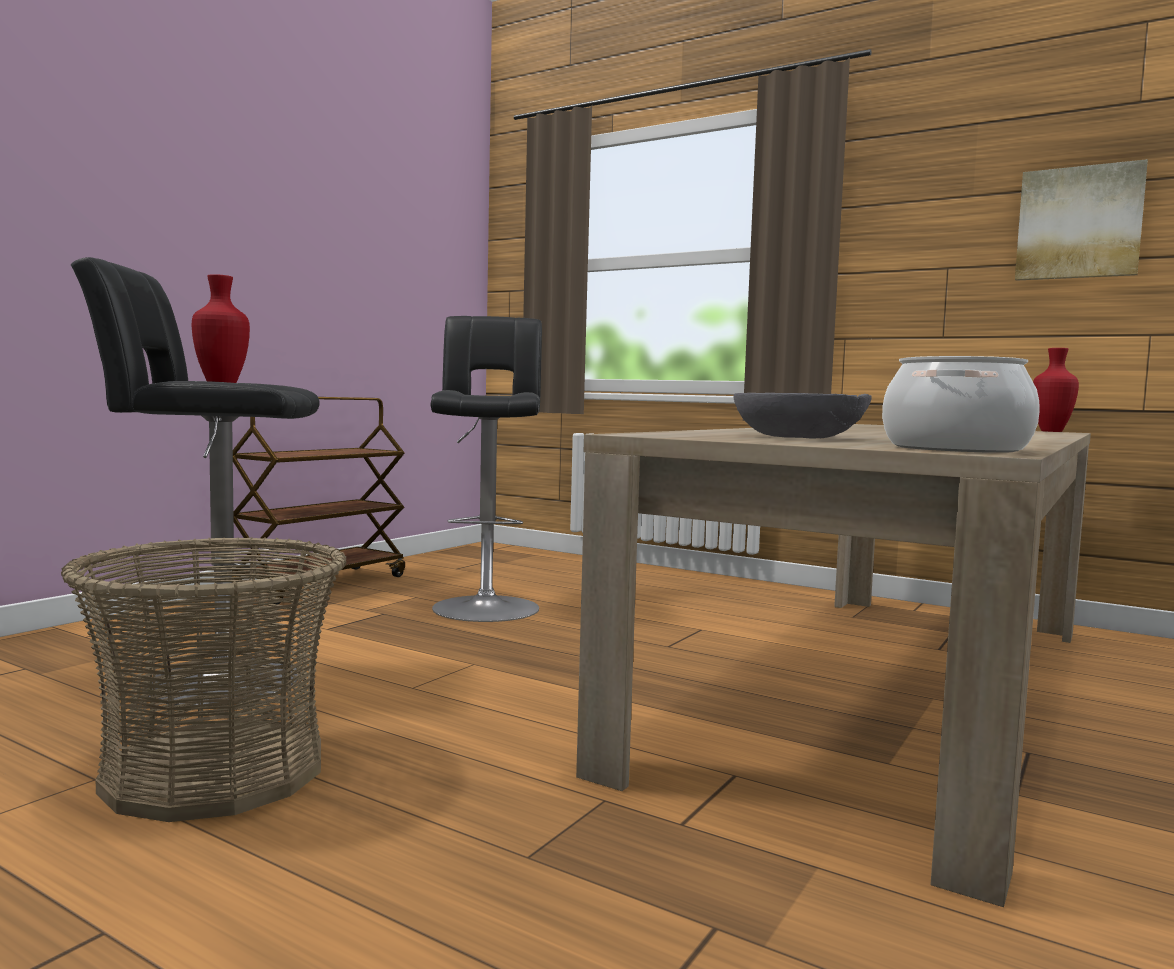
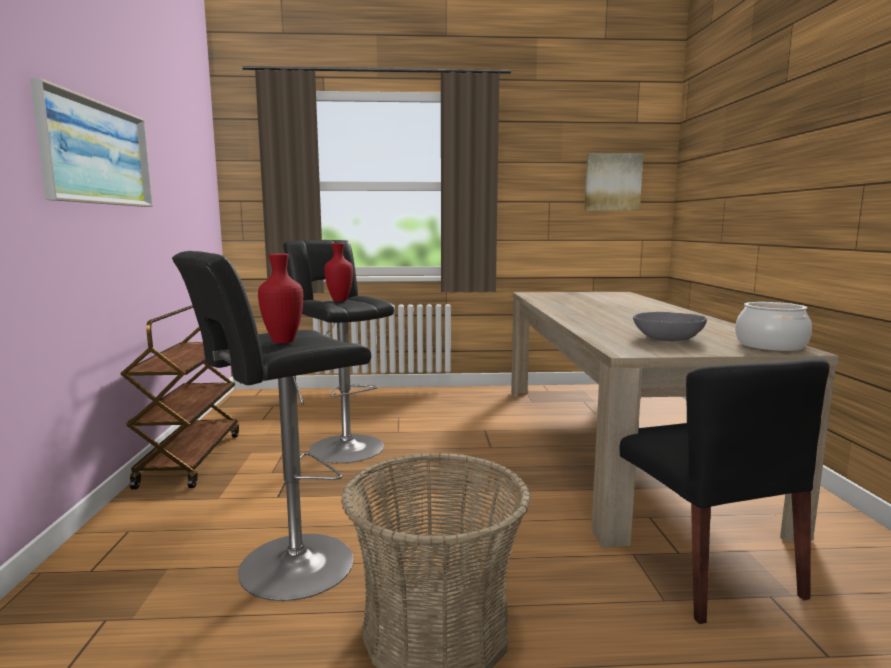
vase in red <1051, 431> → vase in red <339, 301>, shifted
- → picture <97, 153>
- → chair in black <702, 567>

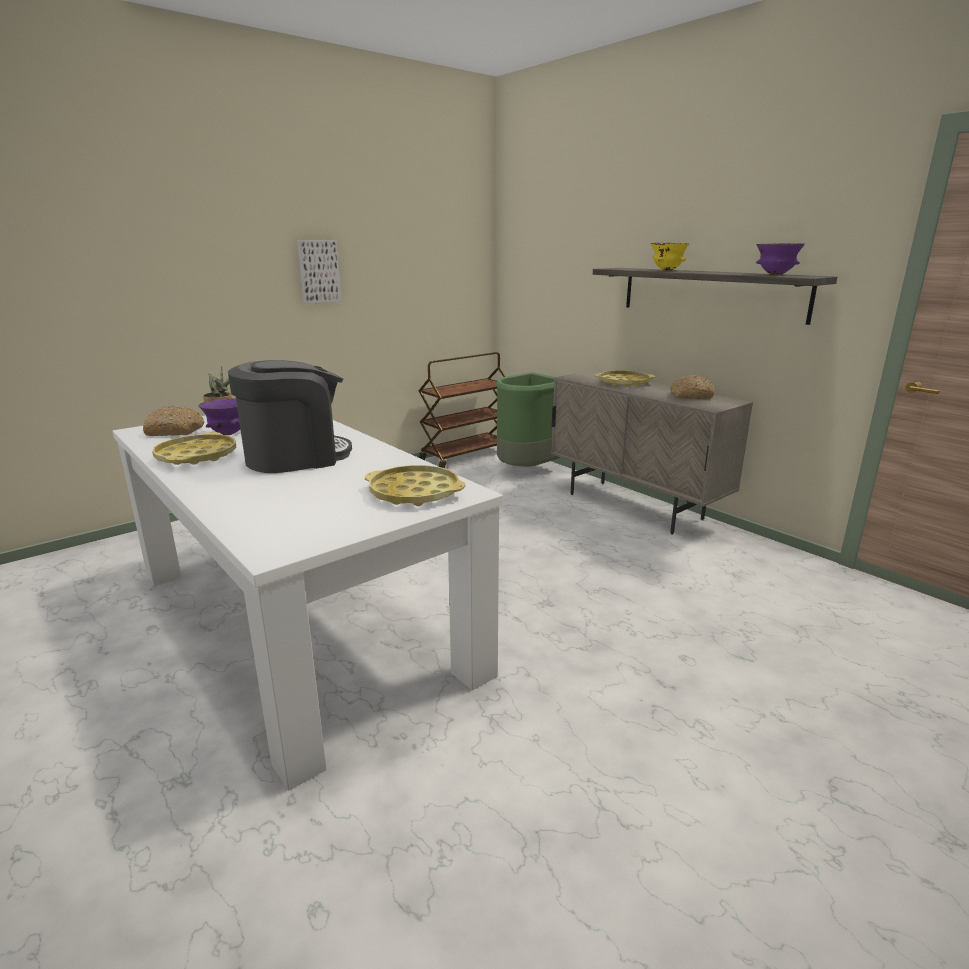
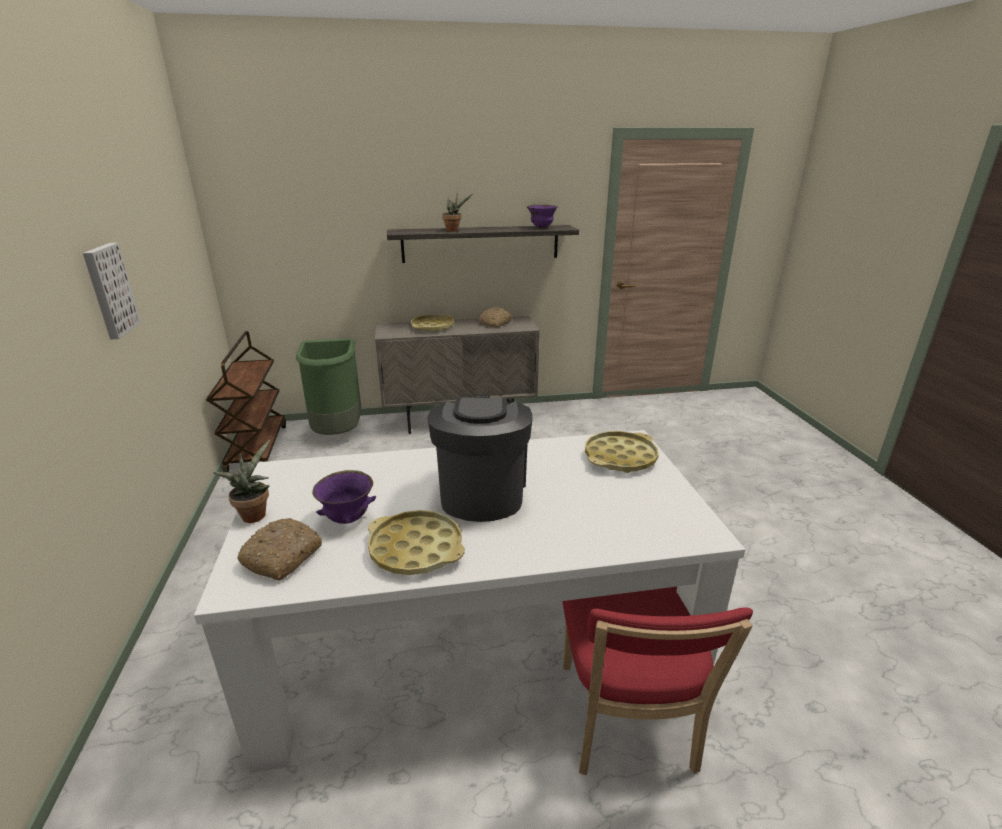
bowl in yellow <666, 270> → potted plant <454, 230>
- → chair in red <627, 723>

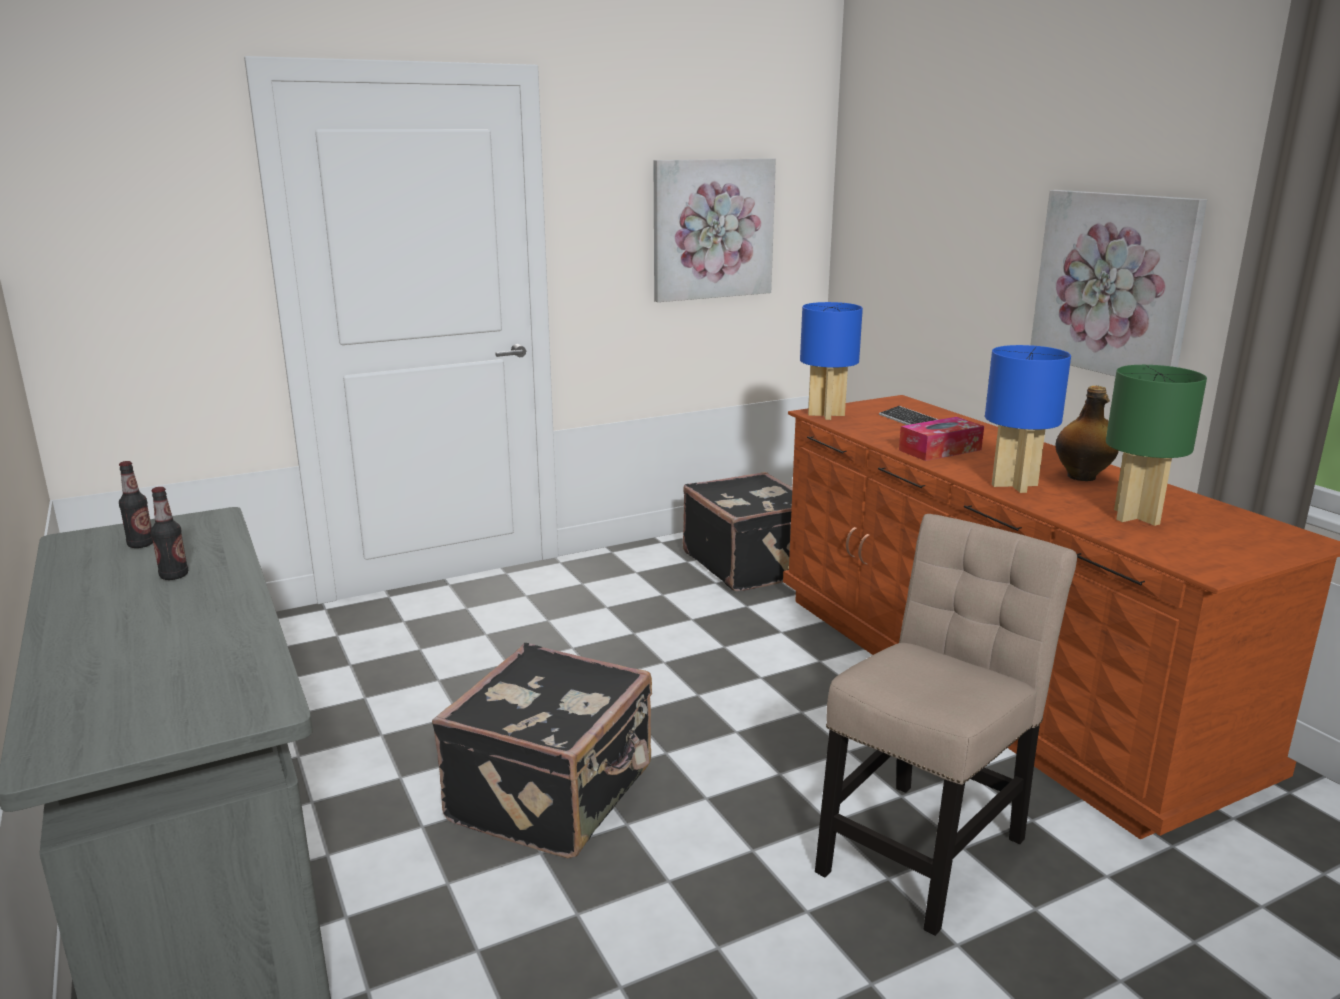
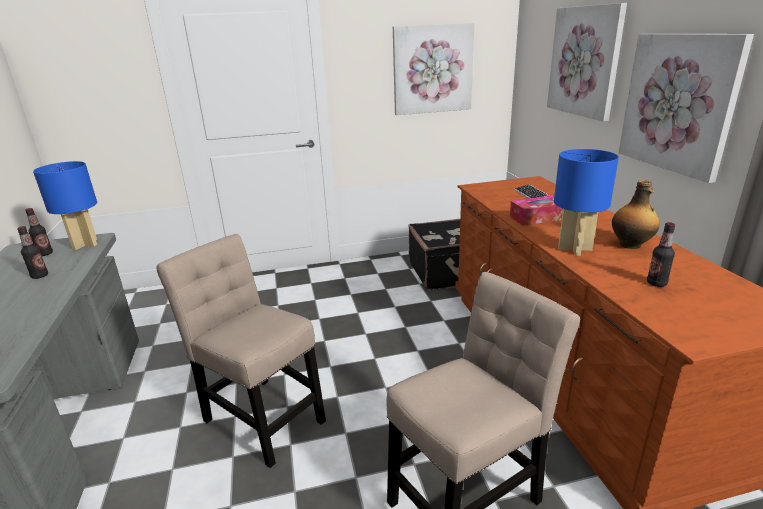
suitcase in black <555, 795> → chair in beige <261, 416>
table lamp in blue <827, 415> → table lamp in blue <85, 244>, shifted
table lamp in green <1137, 517> → bottle <656, 283>
- → picture <585, 61>

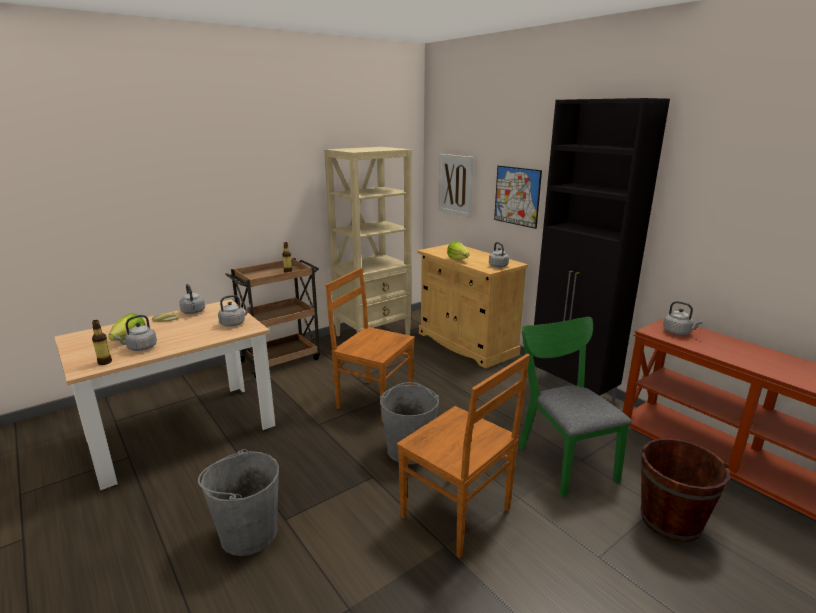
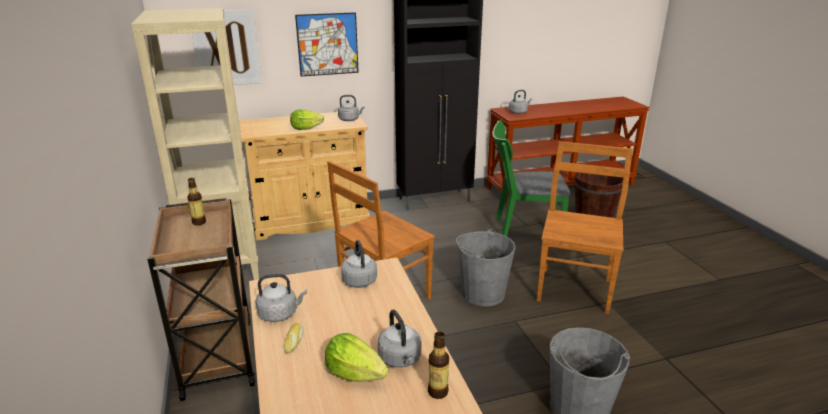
chair in brown <458, 515> → chair in brown <574, 289>, 45 degrees counterclockwise

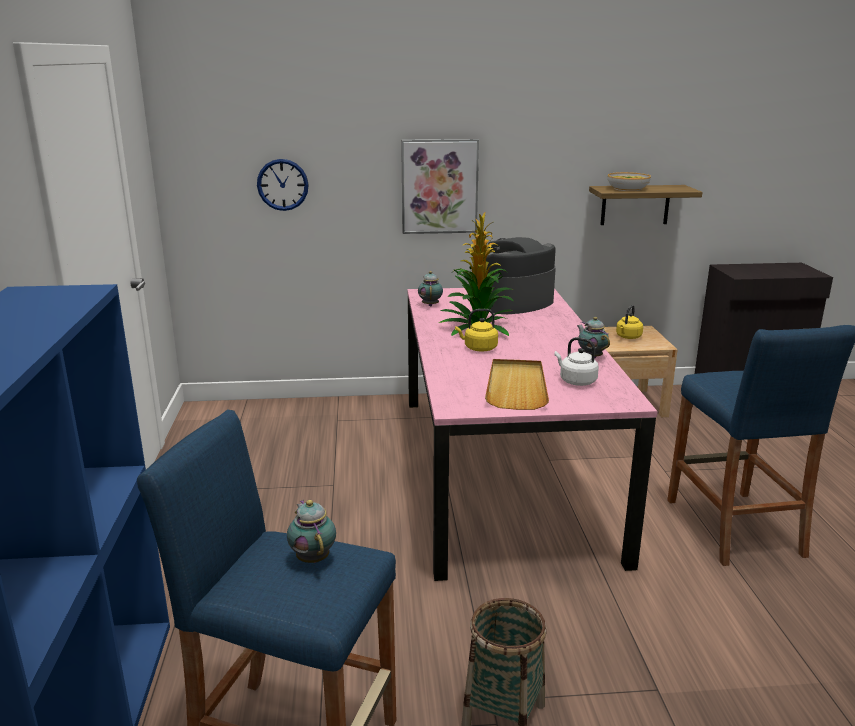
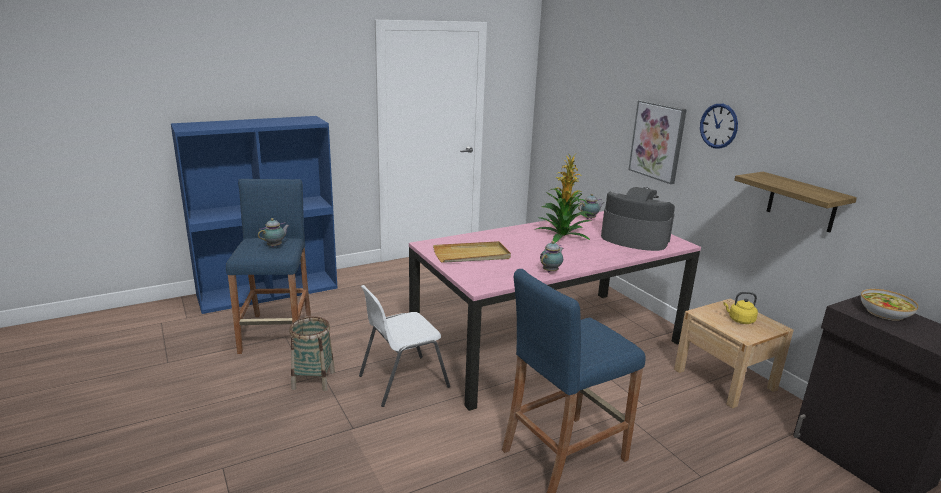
wall clock <282, 184> → wall clock <718, 126>, shifted
kettle in yellow <478, 348> → -
kettle in white <576, 381> → -
bowl <627, 189> → bowl <884, 312>, shifted
- → chair in white <402, 381>

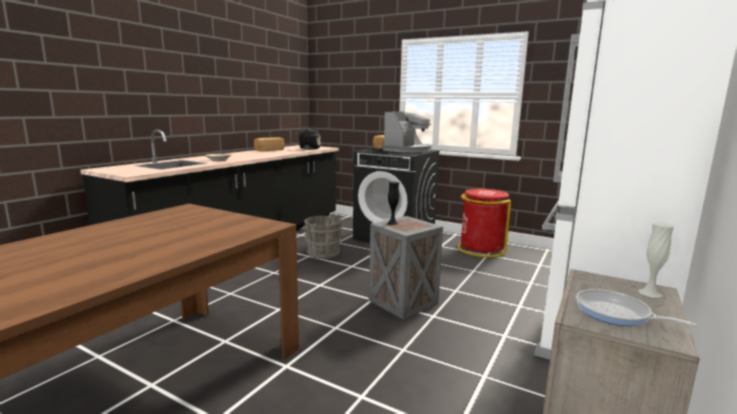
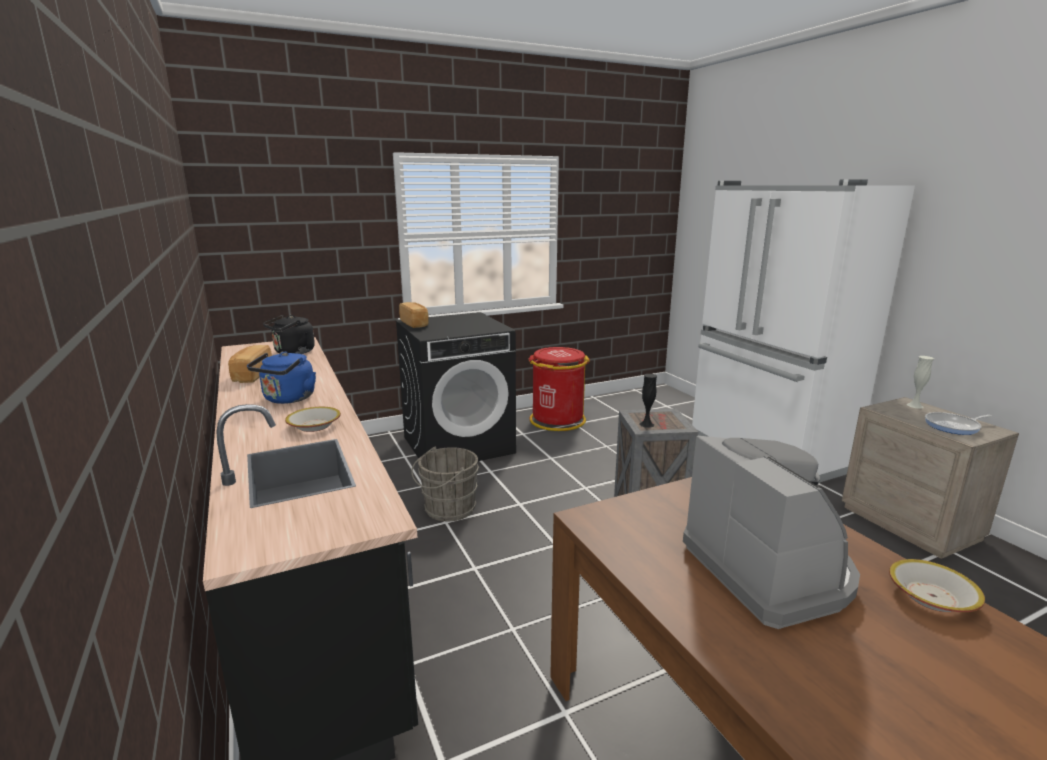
coffee machine <407, 150> → coffee machine <769, 569>, shifted
- → kettle in blue <287, 399>
- → bowl <932, 597>

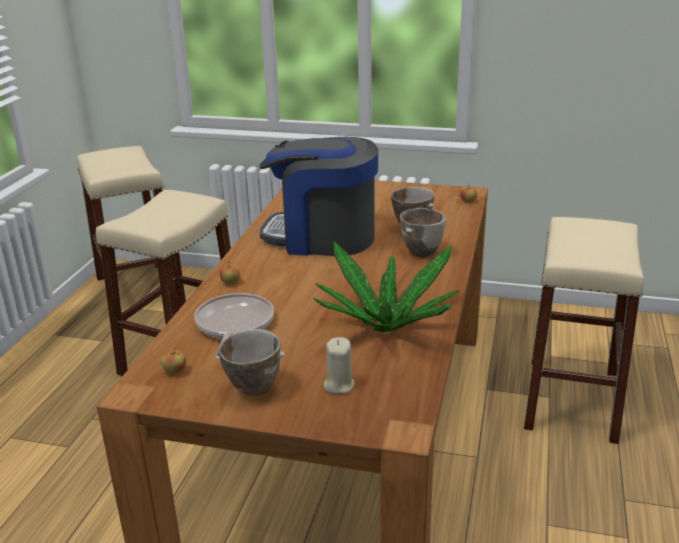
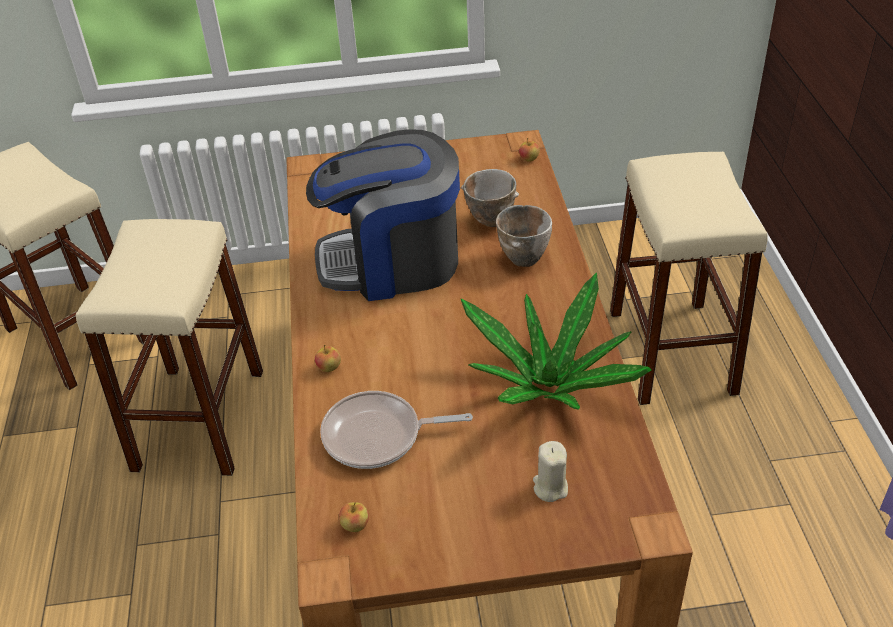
frying pan <233, 326> → frying pan <378, 436>, 75 degrees counterclockwise
bowl <251, 389> → -

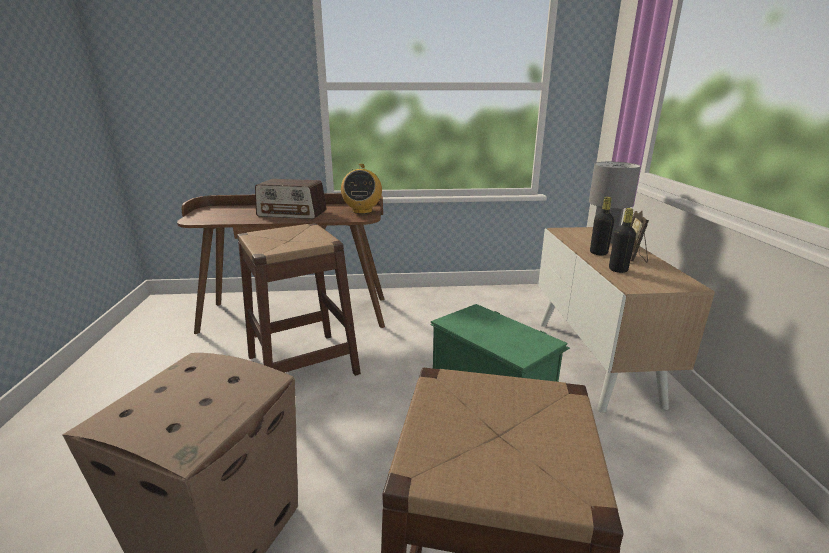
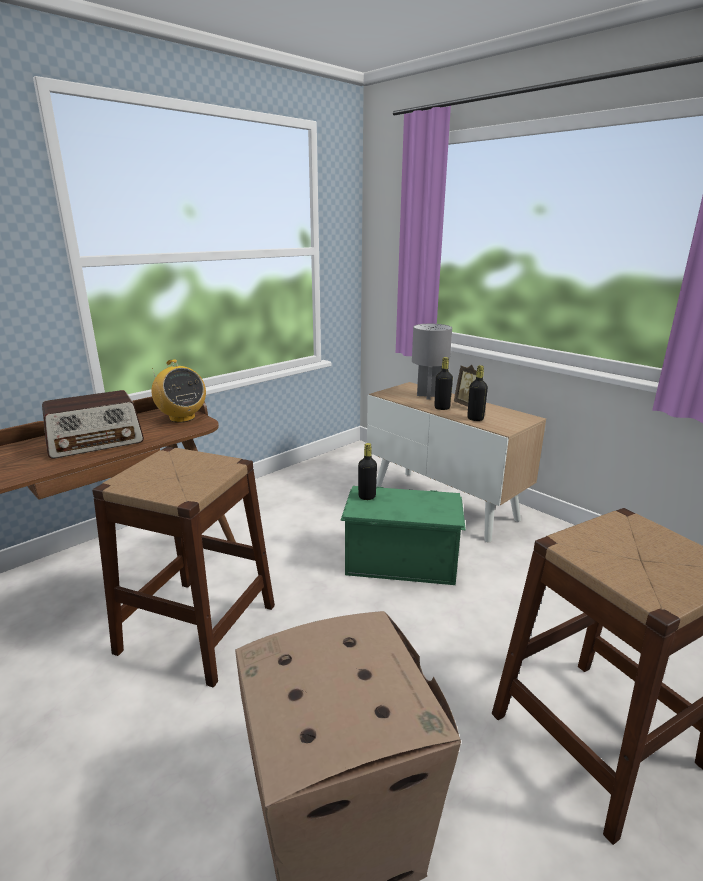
- → bottle in black <367, 497>

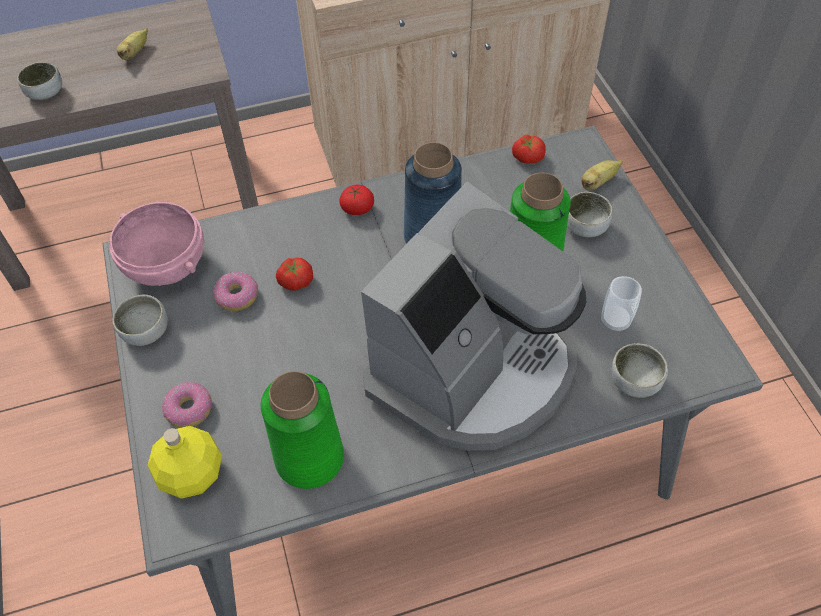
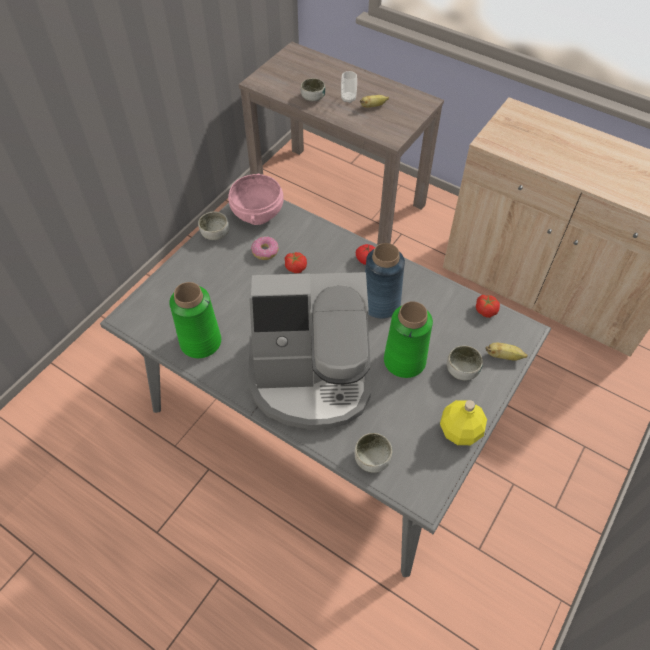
bottle in yellow <191, 474> → bottle in yellow <460, 430>, shifted
donut <189, 409> → -
cup <615, 321> → cup <348, 99>, shifted

